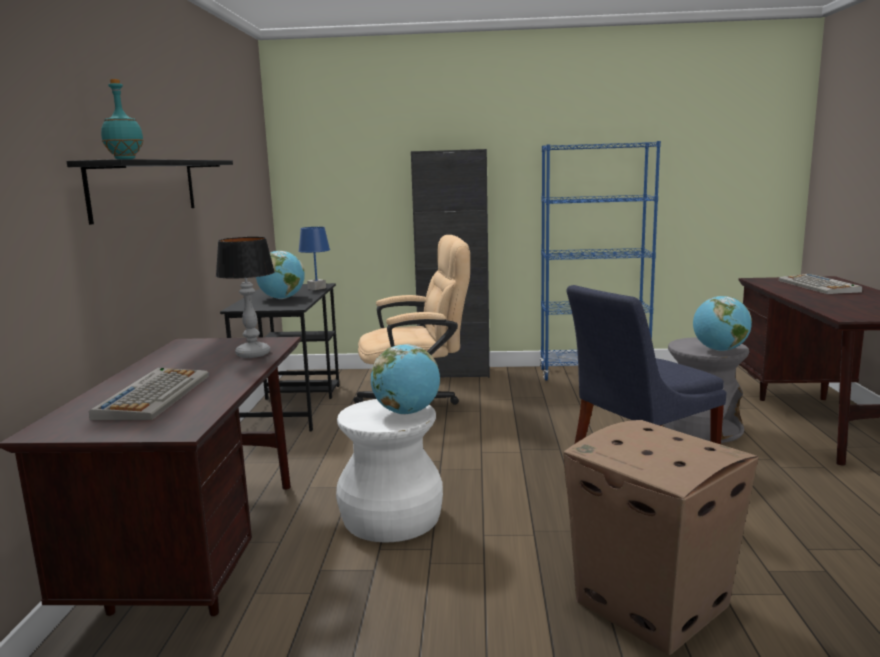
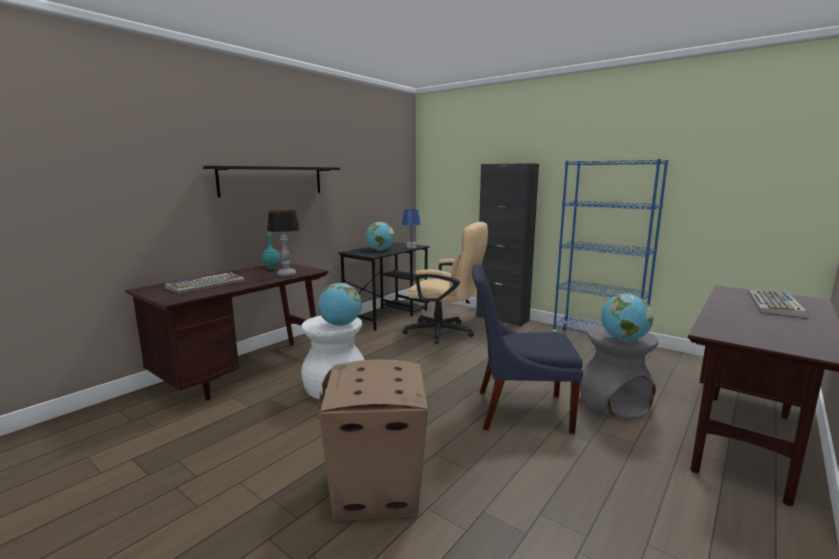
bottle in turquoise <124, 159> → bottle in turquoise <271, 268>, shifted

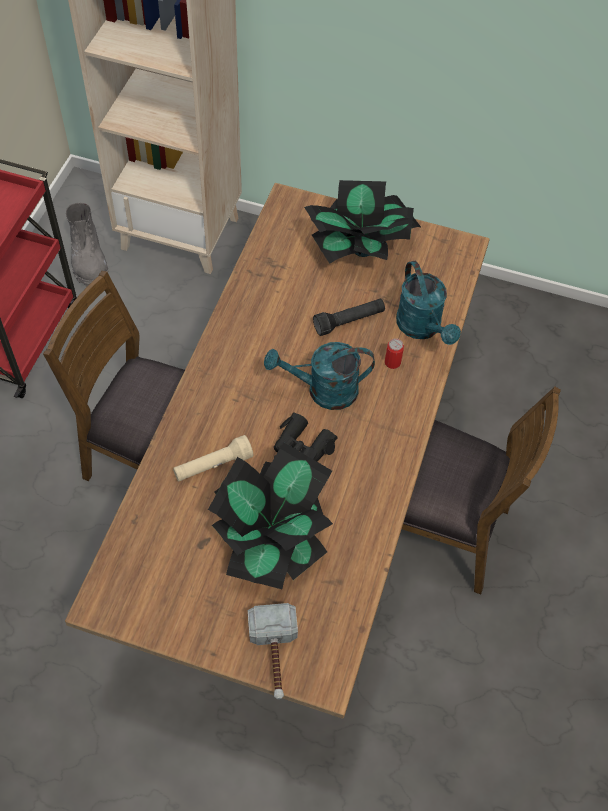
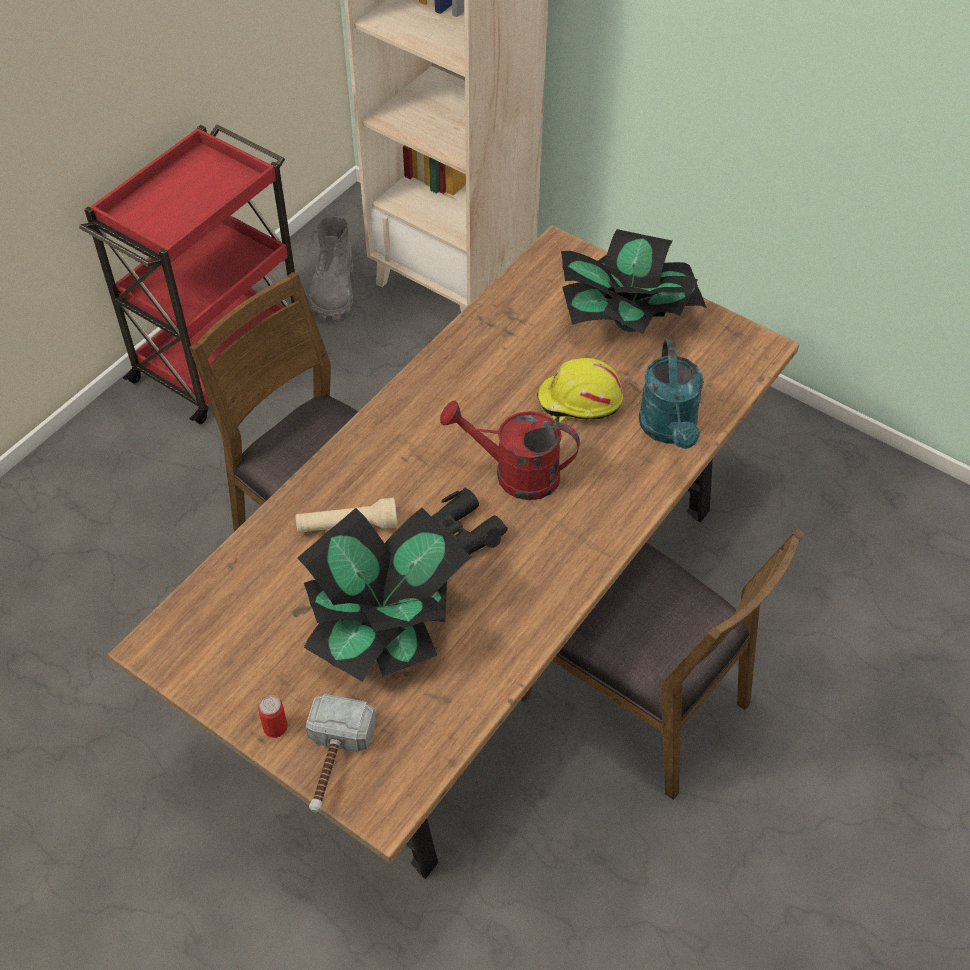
watering can in turquoise <323, 391> → watering can in red <515, 474>
flashlight in black <349, 321> → hard hat in yellow <579, 401>
can <392, 362> → can <275, 727>, shifted

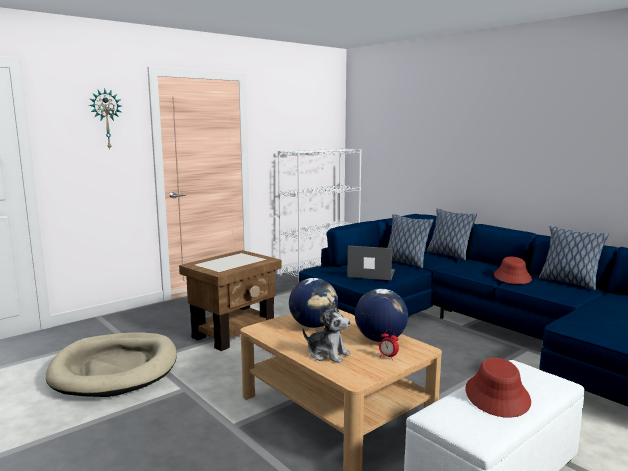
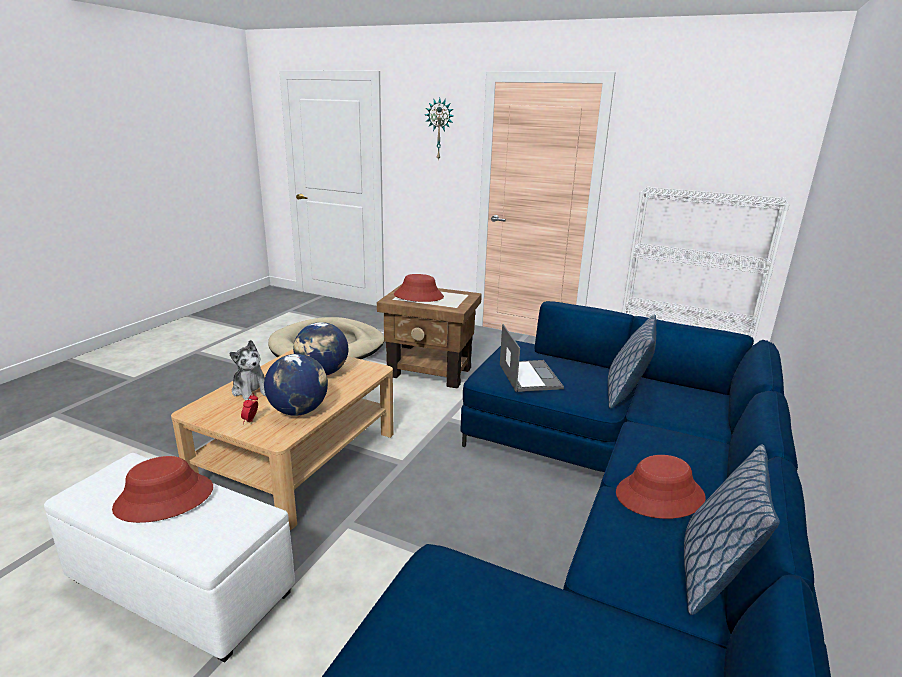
plush toy <327, 354> → plush toy <251, 391>, 45 degrees counterclockwise
pillow <448, 255> → -
- → hat in red <418, 296>

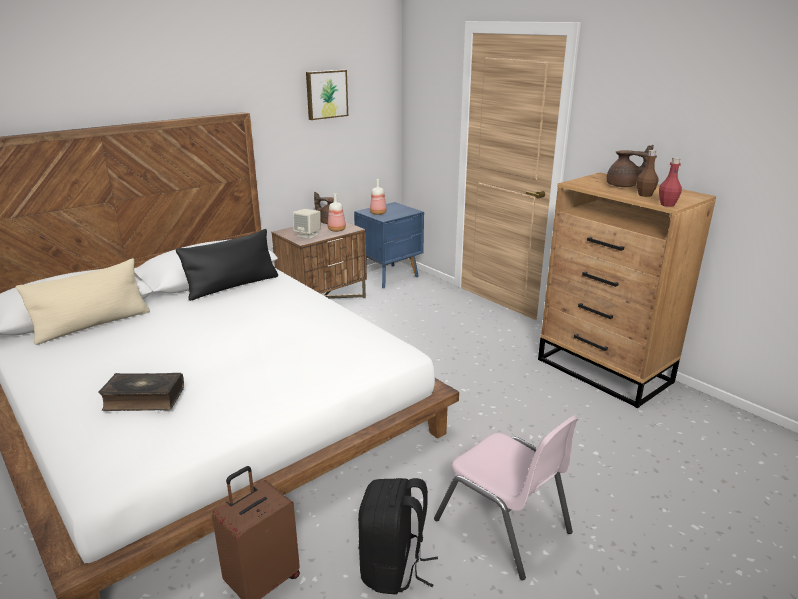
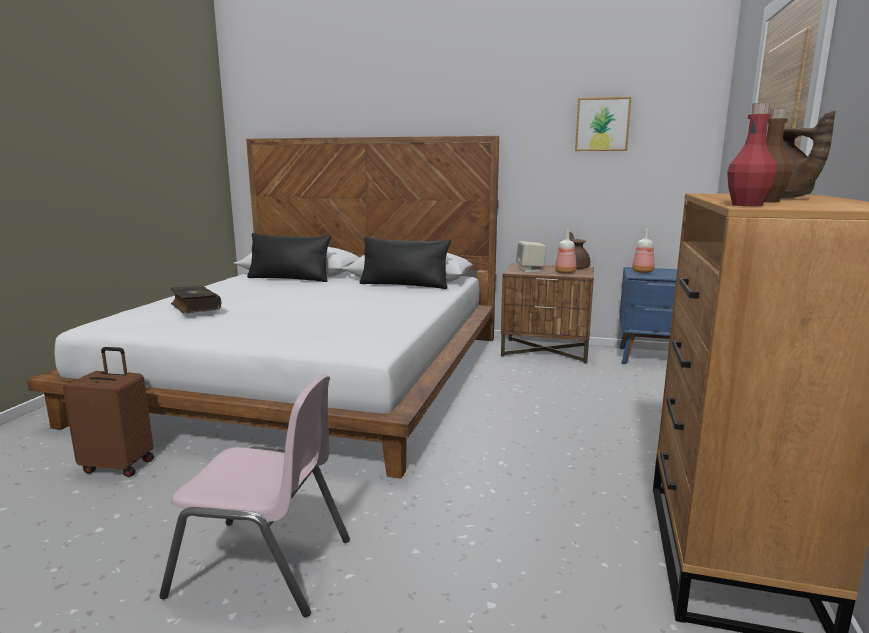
pillow in beige <93, 325> → pillow in black <289, 279>
backpack in black <393, 568> → -
chair in pink <503, 526> → chair in pink <263, 567>, 90 degrees counterclockwise

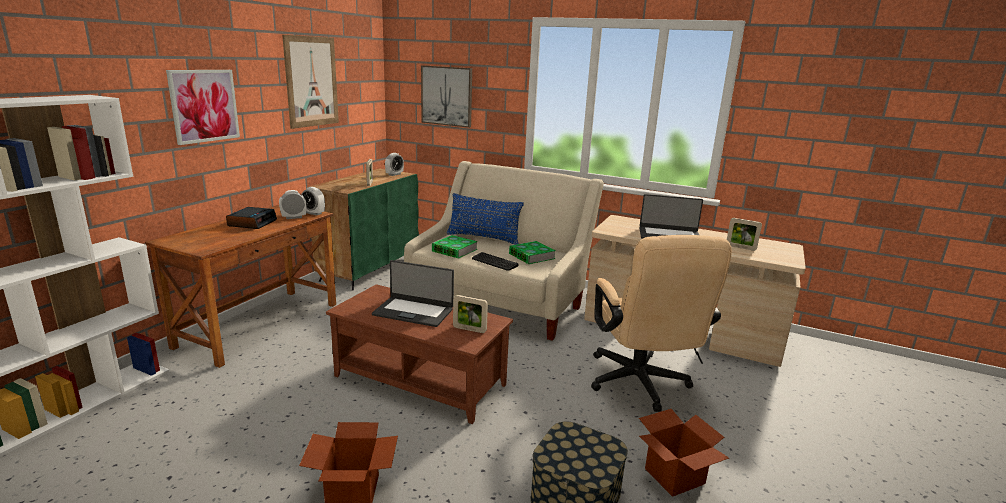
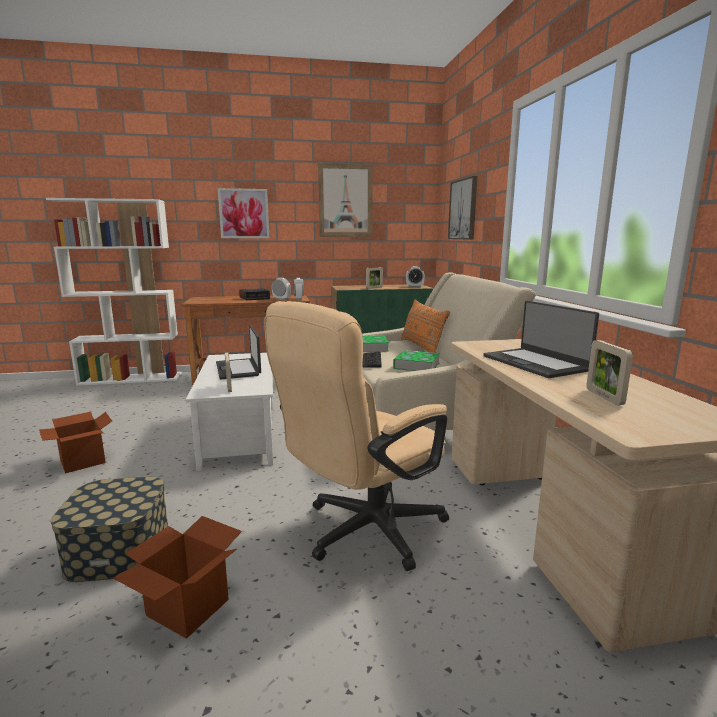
coffee table in brown <421, 380> → coffee table in white <241, 434>
pillow in blue <483, 238> → pillow in orange <421, 347>

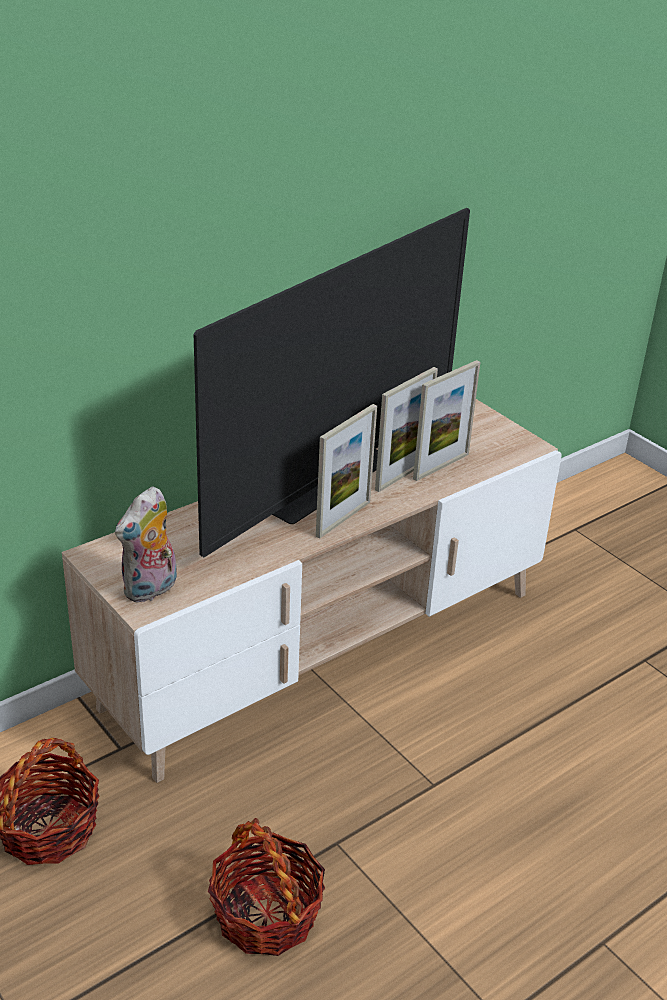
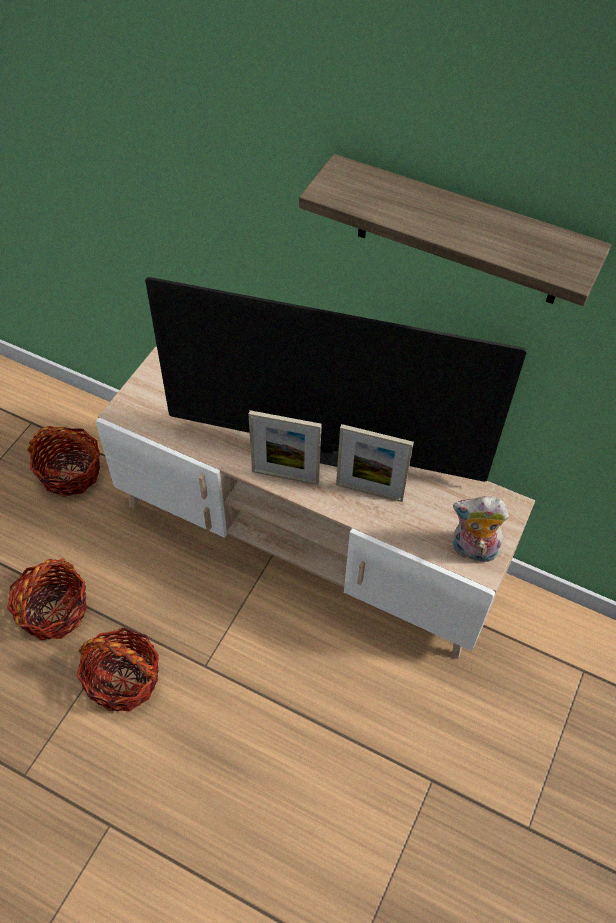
plush toy <151, 590> → plush toy <472, 551>, shifted
picture frame <441, 466> → -
- → basket <123, 679>
- → shelf <460, 233>

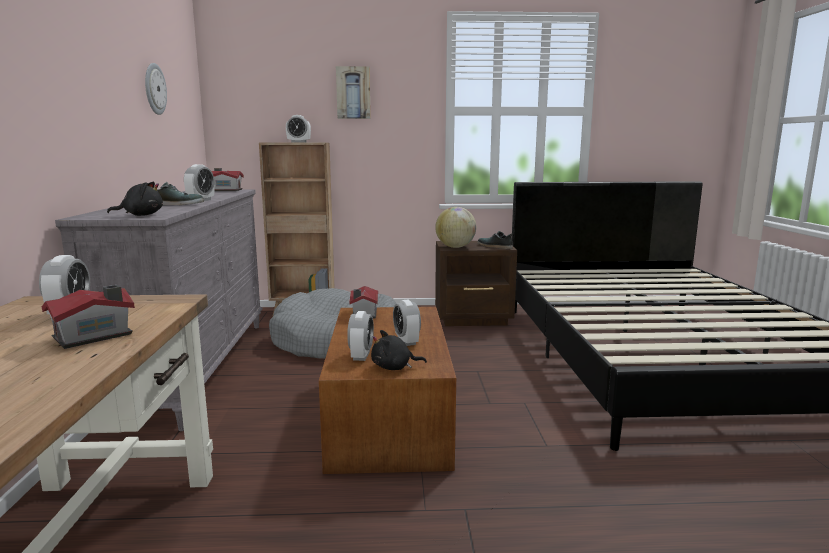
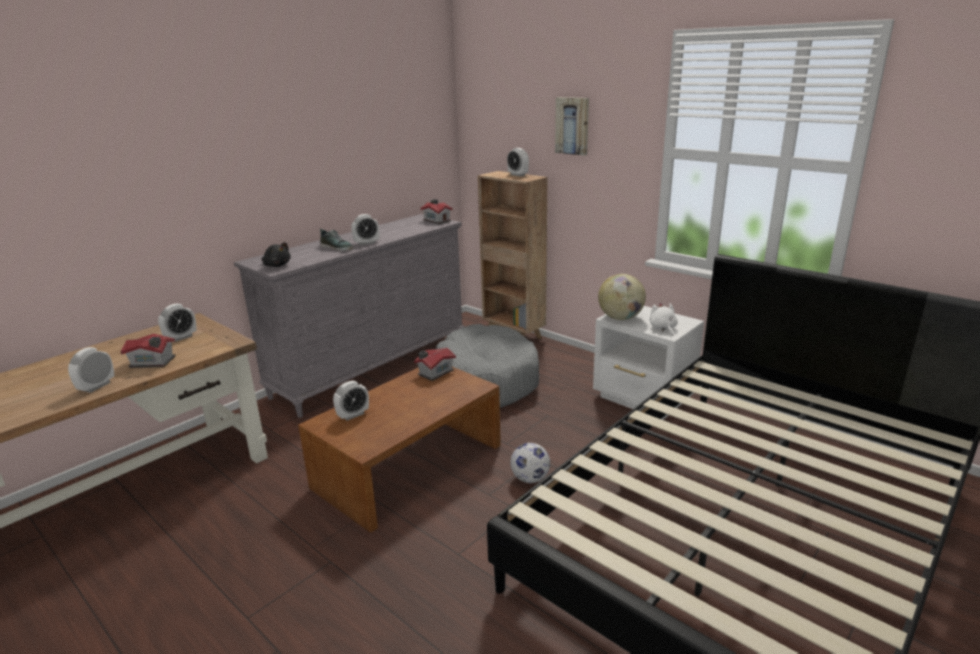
wall clock <154, 89> → -
plush toy in black <394, 367> → -
alarm clock <406, 341> → alarm clock <97, 386>, shifted
nightstand in brown <474, 319> → nightstand in white <643, 399>
shoe <494, 246> → plush toy in white <663, 328>
- → football <530, 478>

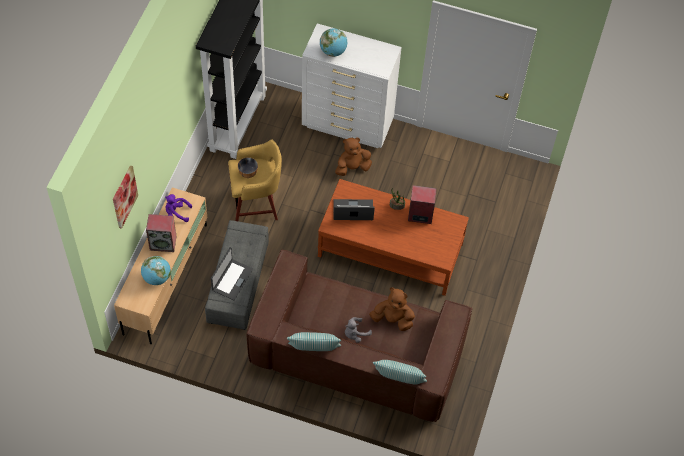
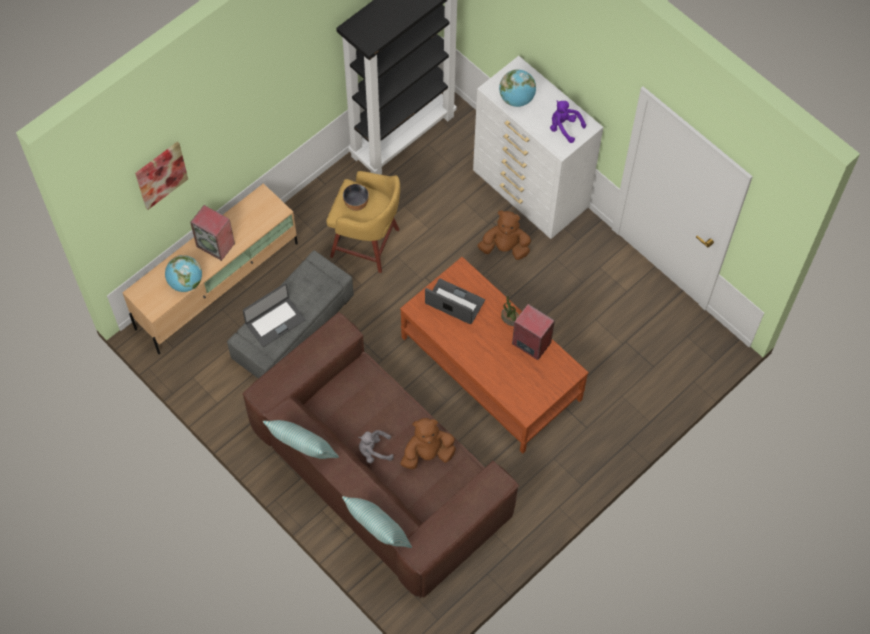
plush toy in purple <177, 213> → plush toy in purple <564, 127>, shifted
plush toy in brown <393, 319> → plush toy in brown <427, 454>, 60 degrees counterclockwise

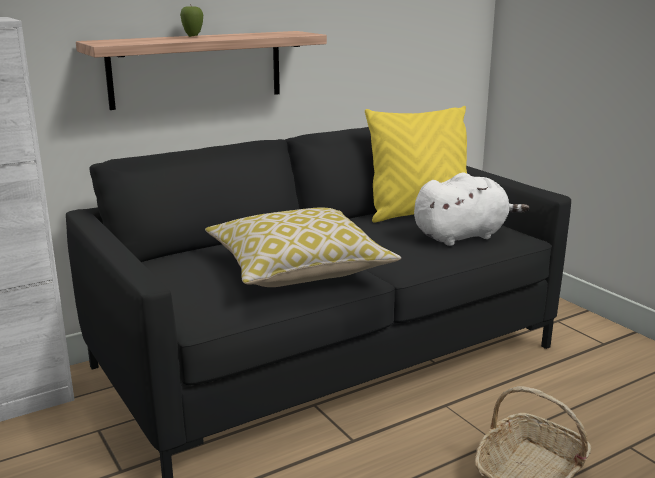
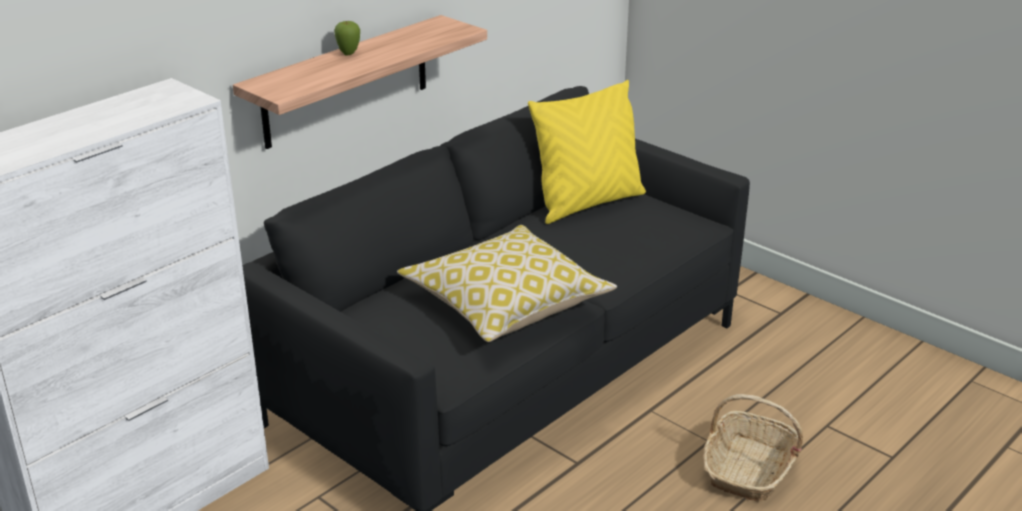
plush toy in white <463, 236> → -

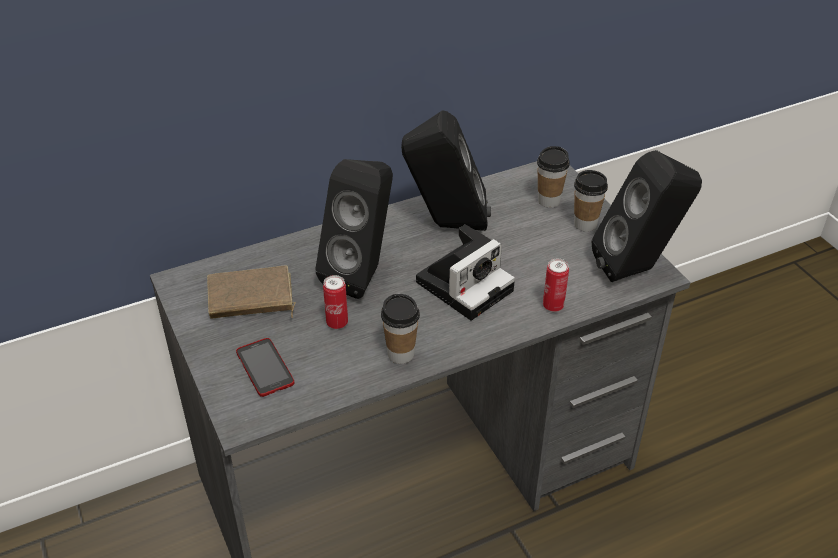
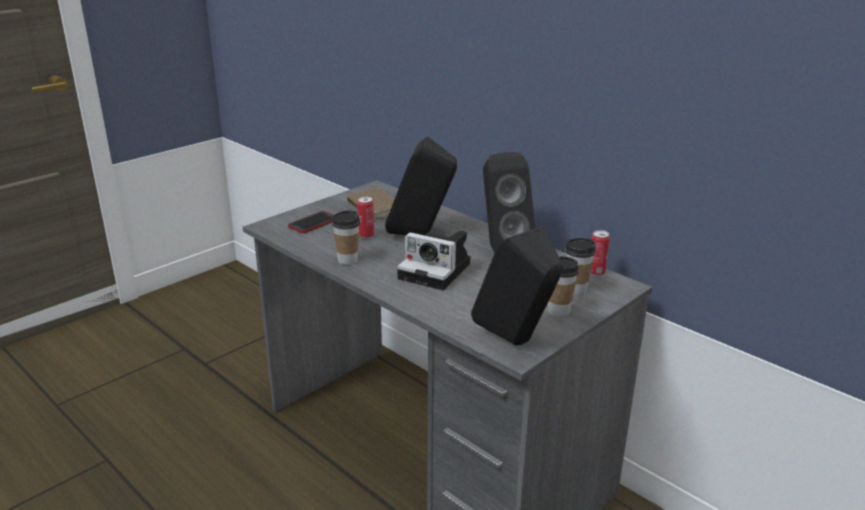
can <553, 306> → can <596, 273>, shifted

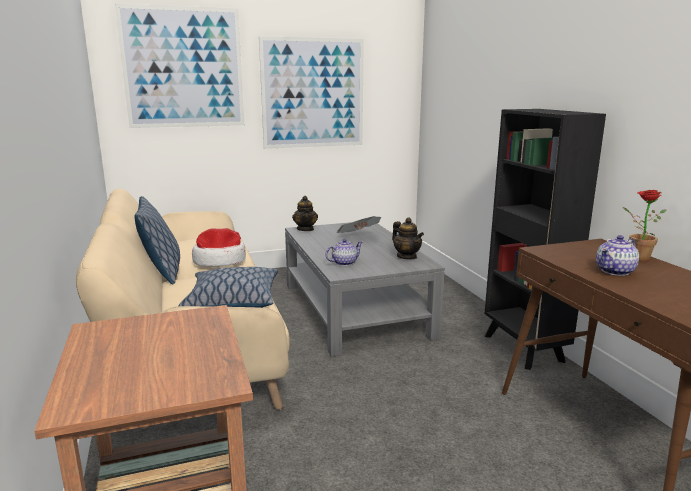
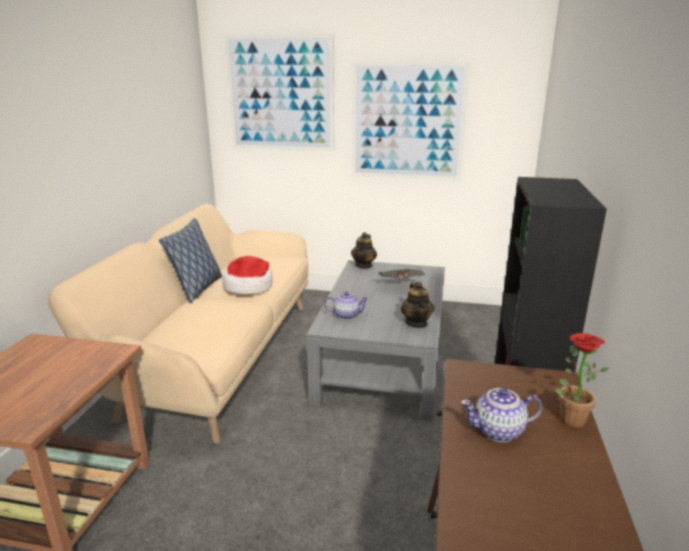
pillow <232, 301> → -

